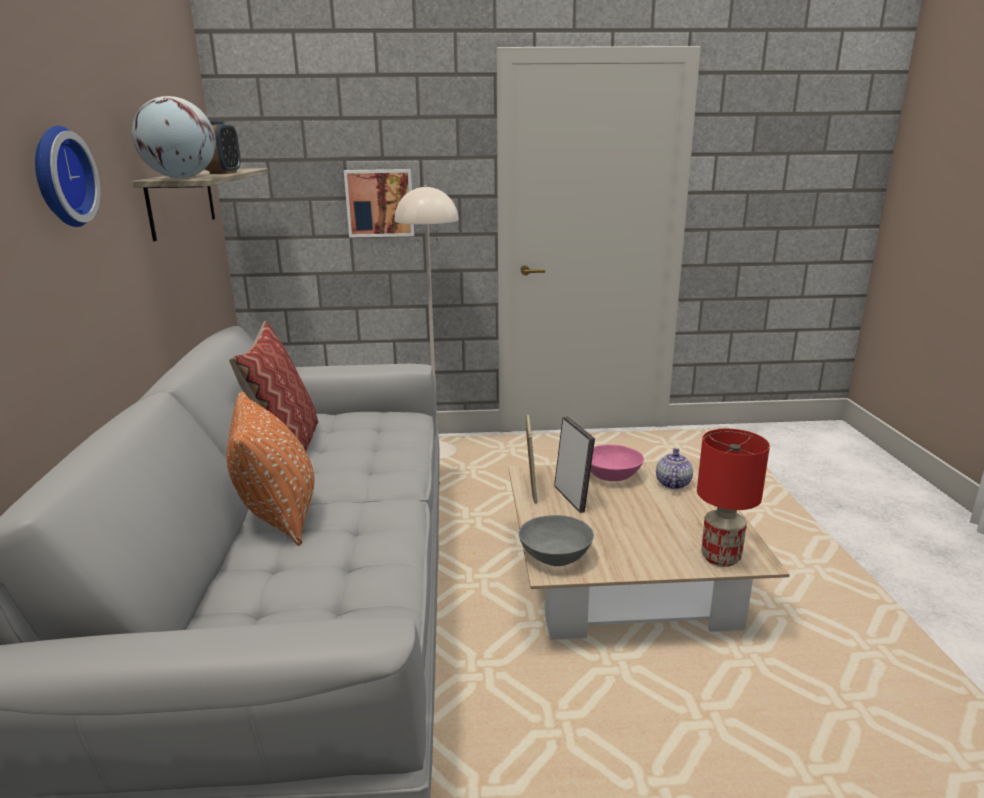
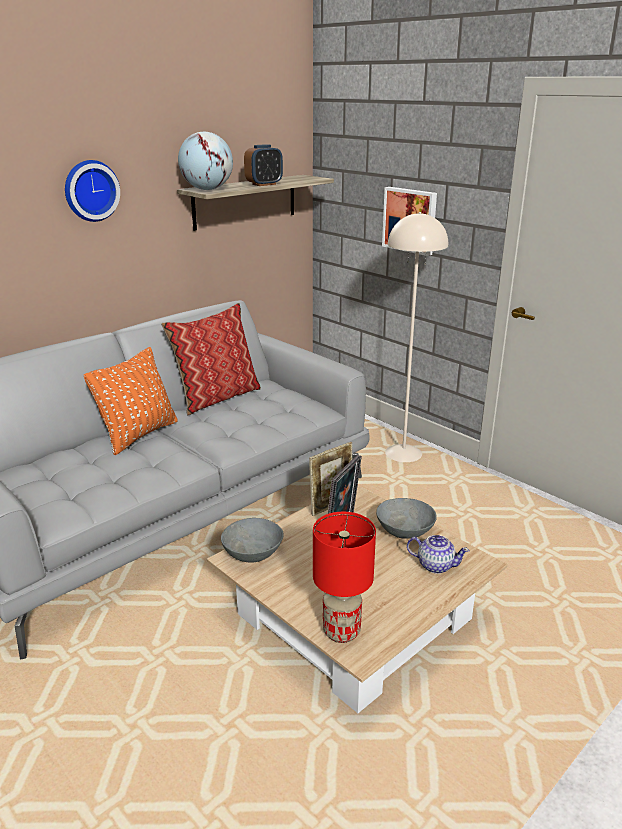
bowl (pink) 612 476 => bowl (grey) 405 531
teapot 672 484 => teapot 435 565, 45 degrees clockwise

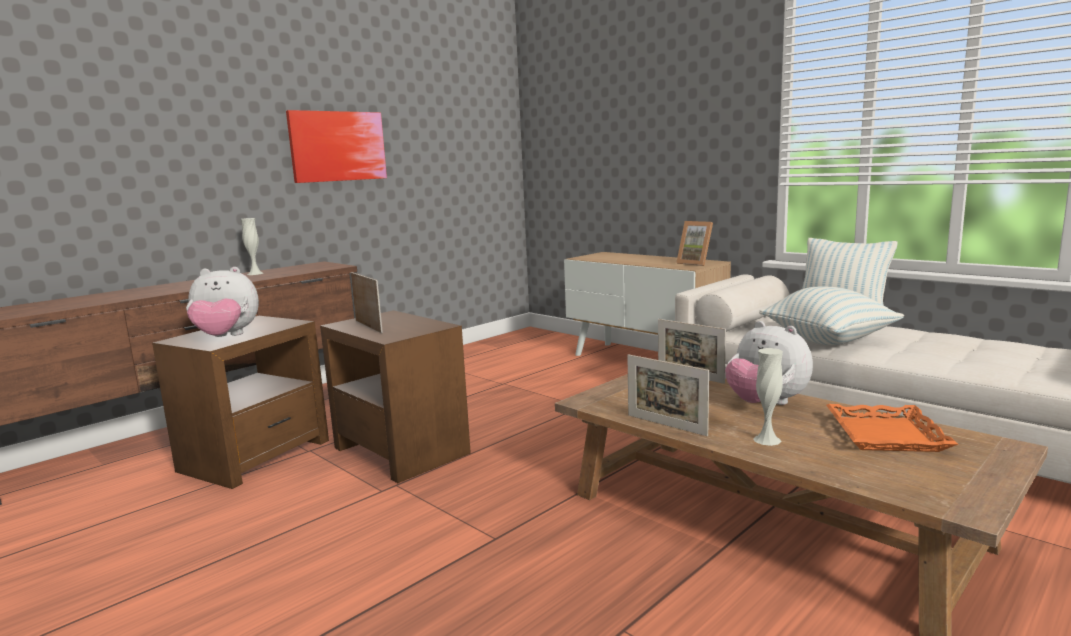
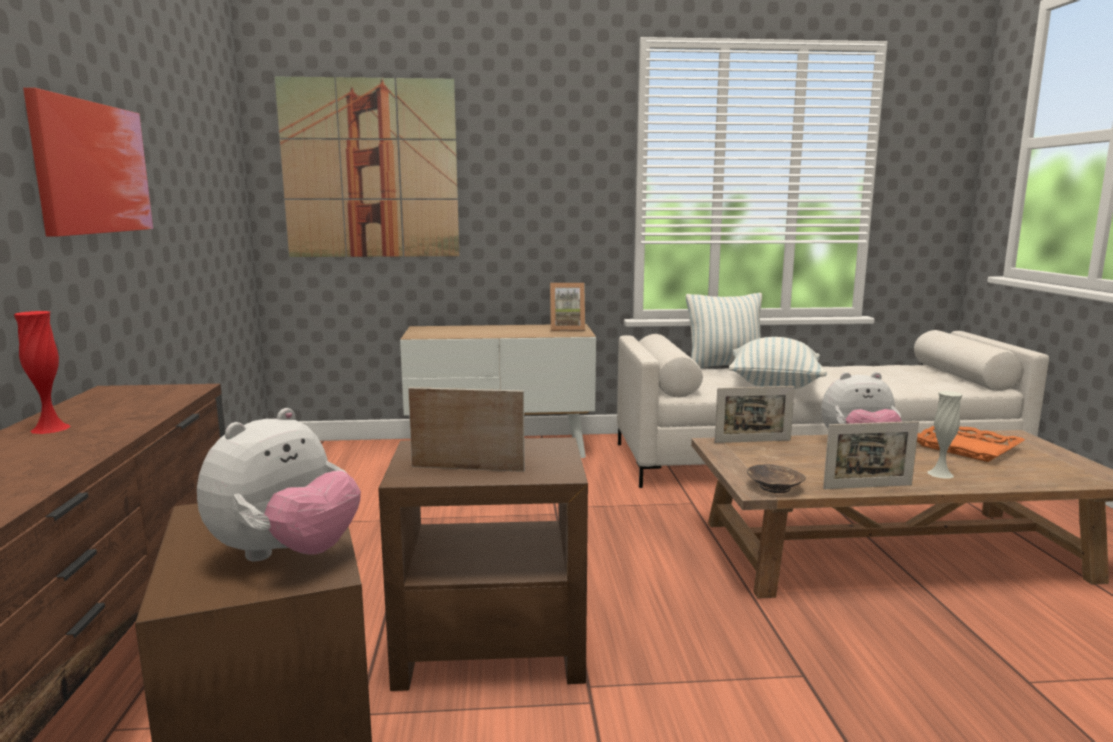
vase (white) 255 273 => vase (reddish) 50 428
nothing => picture 370 169
nothing => bowl (brownish) 774 487

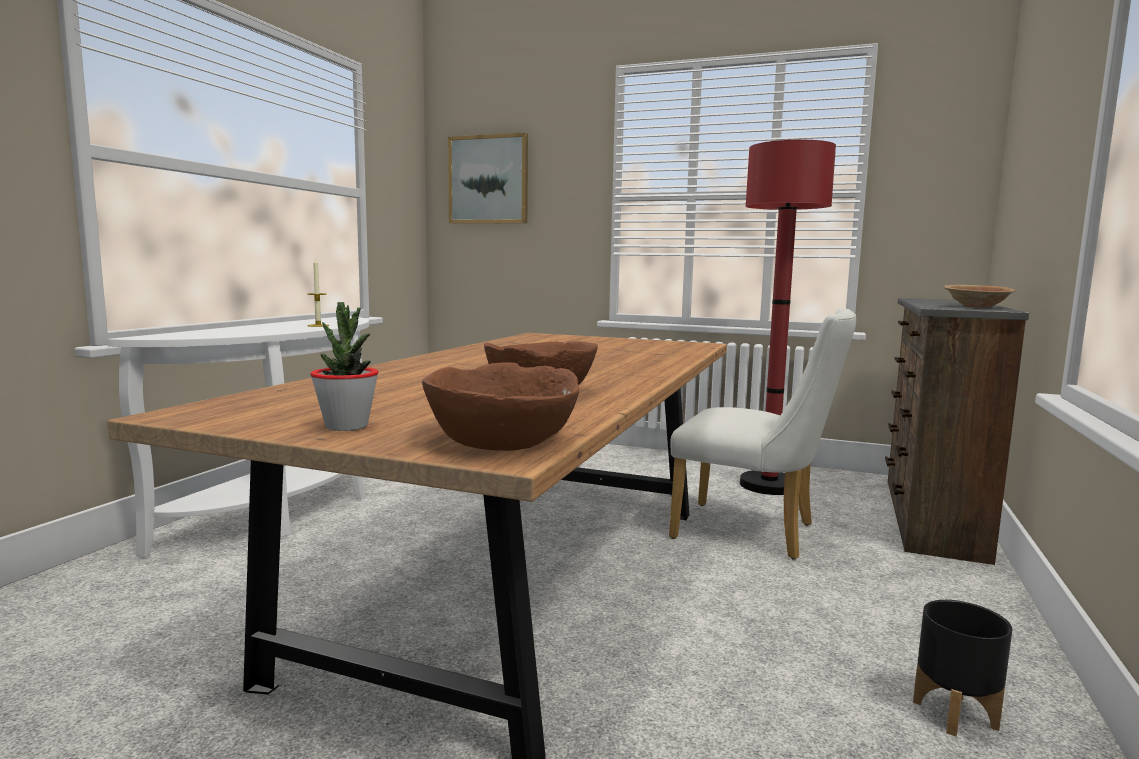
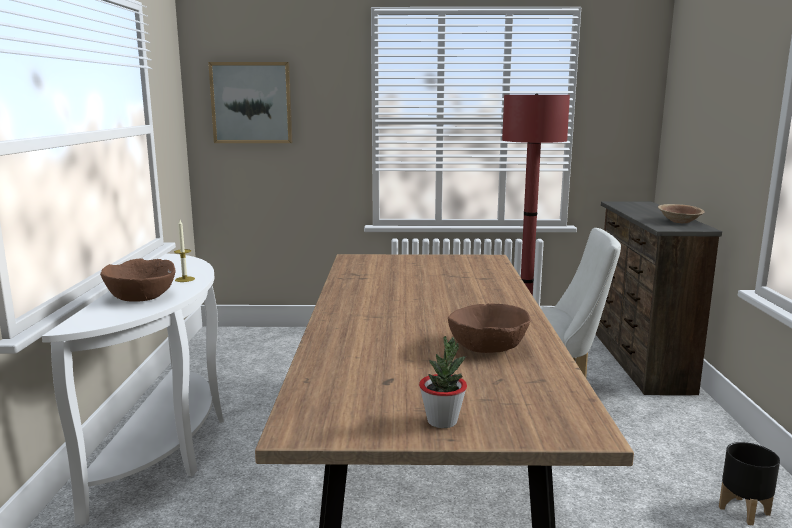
bowl (brownish) 503 441 => bowl (brownish) 141 296, moved

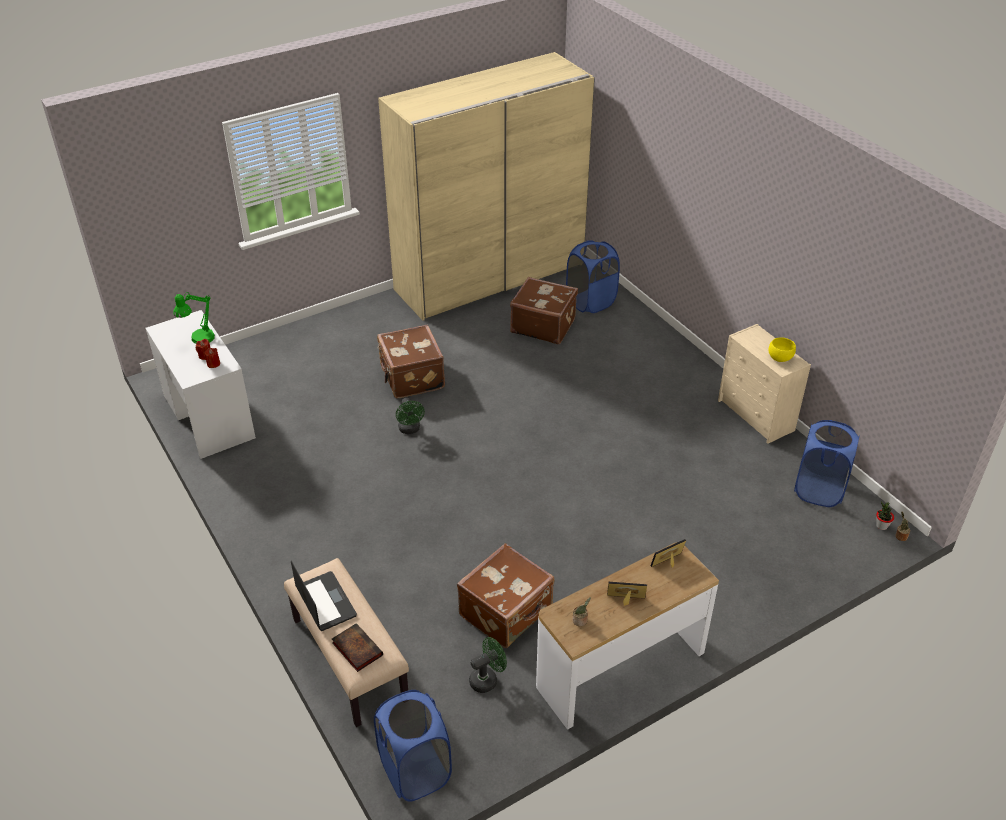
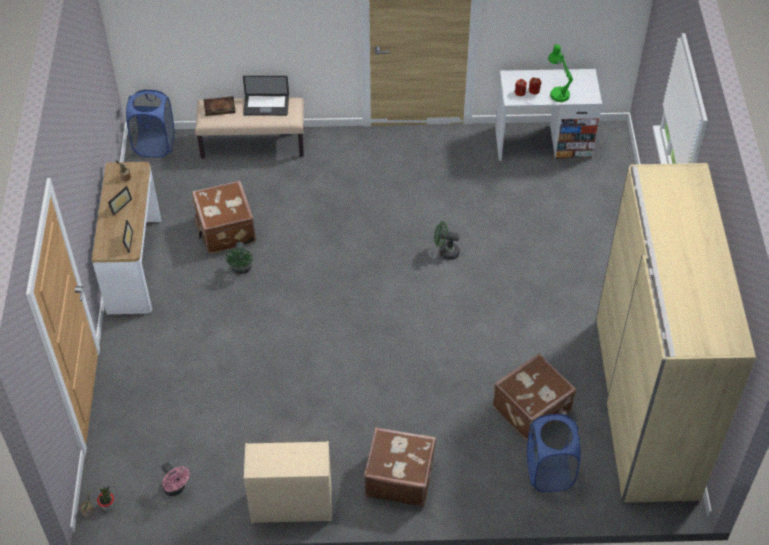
piece of luggage (brownish) 411 378 => piece of luggage (brownish) 399 477, moved
bowl (yellow-coloured) 780 358 => nothing
washing basket (bluish) 818 490 => cooling fan (pink) 175 489
cooling fan (green) 487 679 => cooling fan (green) 241 269, moved

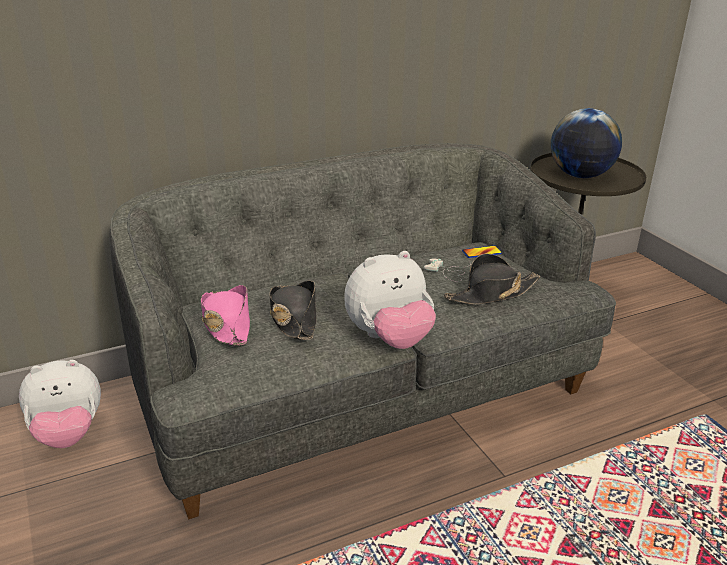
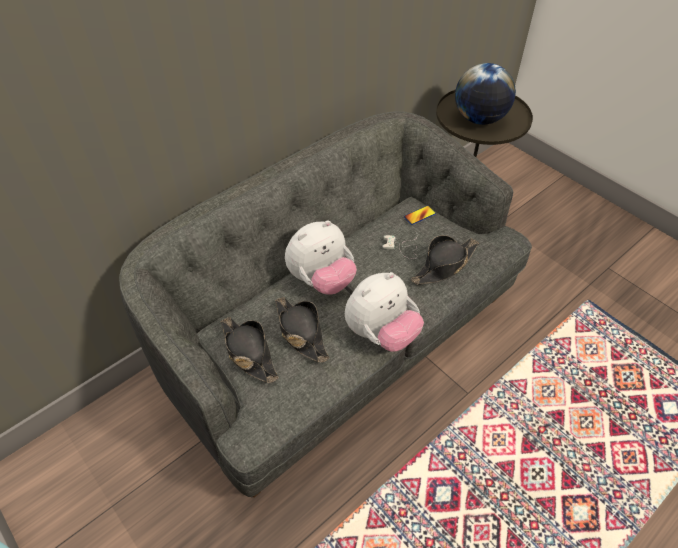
clothing hat (pink) 227 324 => clothing hat (black) 248 352
plush toy 68 434 => plush toy 321 280, moved

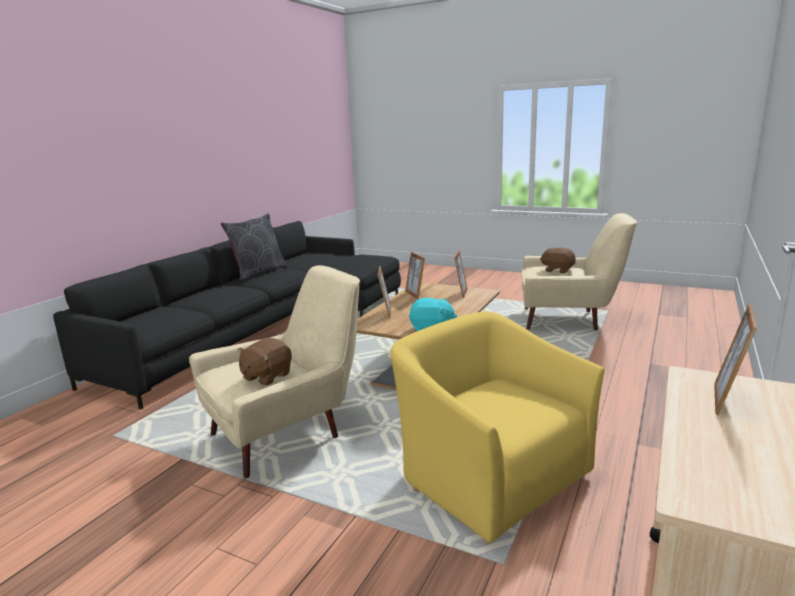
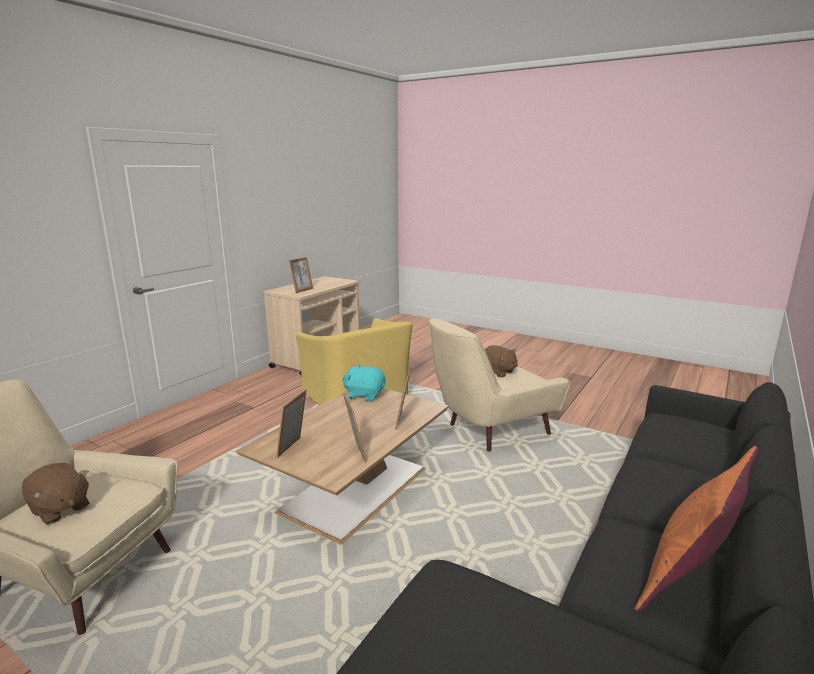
cushion (grey) 258 272 => cushion (orangey) 686 582
plush toy (brownish) 266 376 => plush toy (brownish) 497 372, 90 degrees clockwise

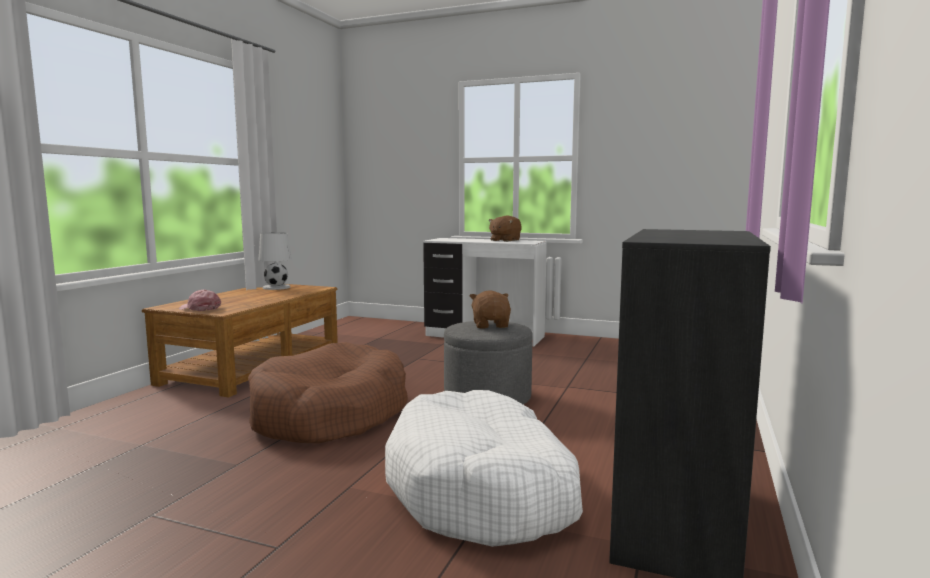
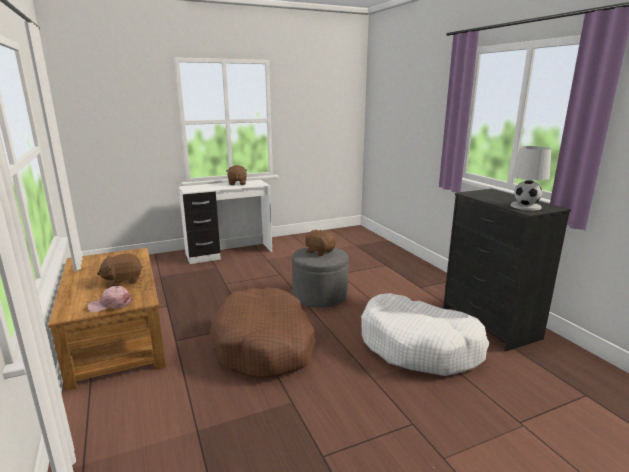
lamp for a table (white) 276 287 => lamp for a table (white) 525 206, moved
nothing => plush toy (brownish) 123 281

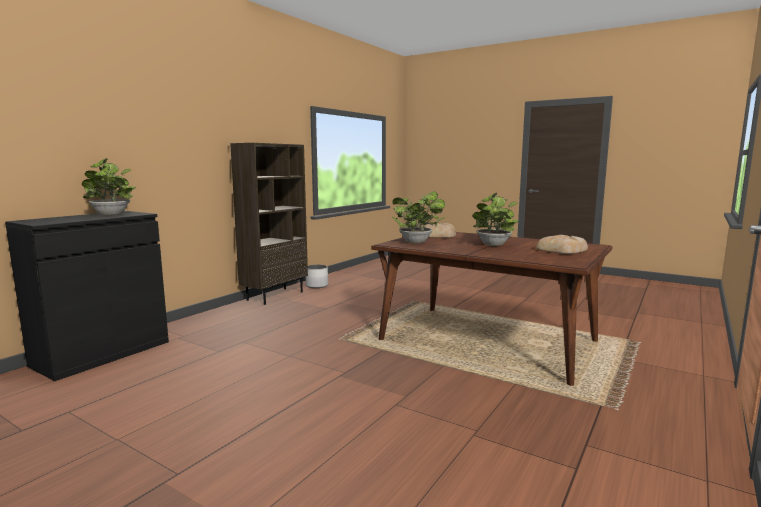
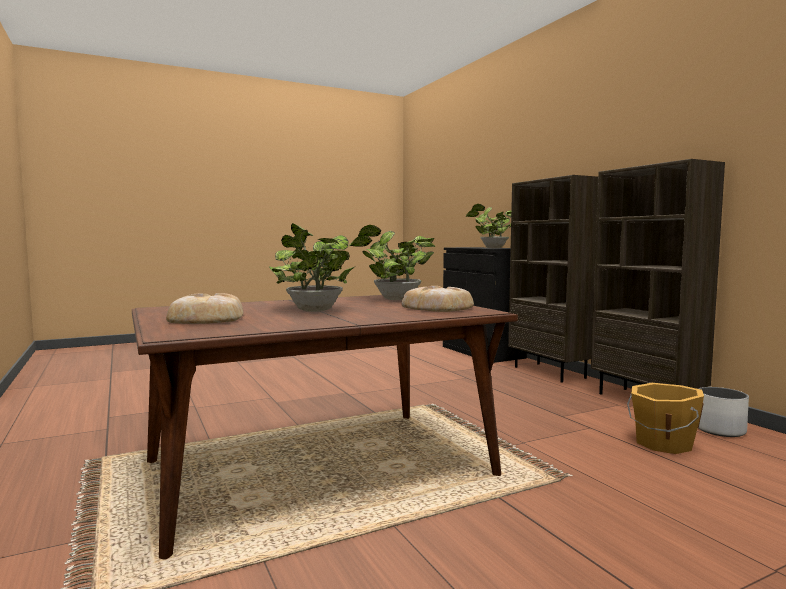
nothing => bookshelf (brownish) 550 372
nothing => pail (orangey) 662 443

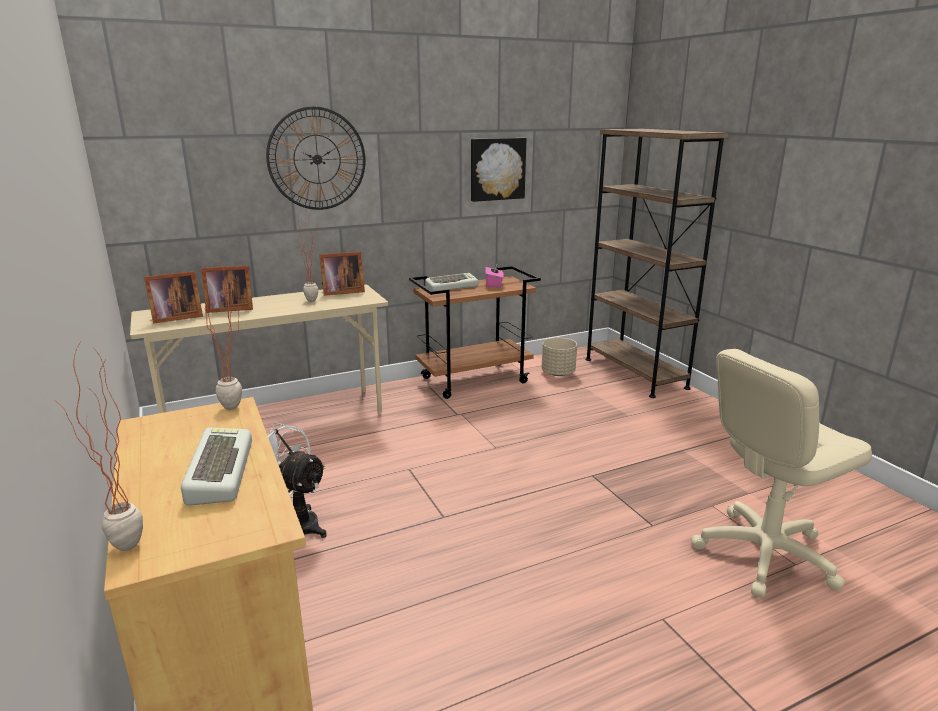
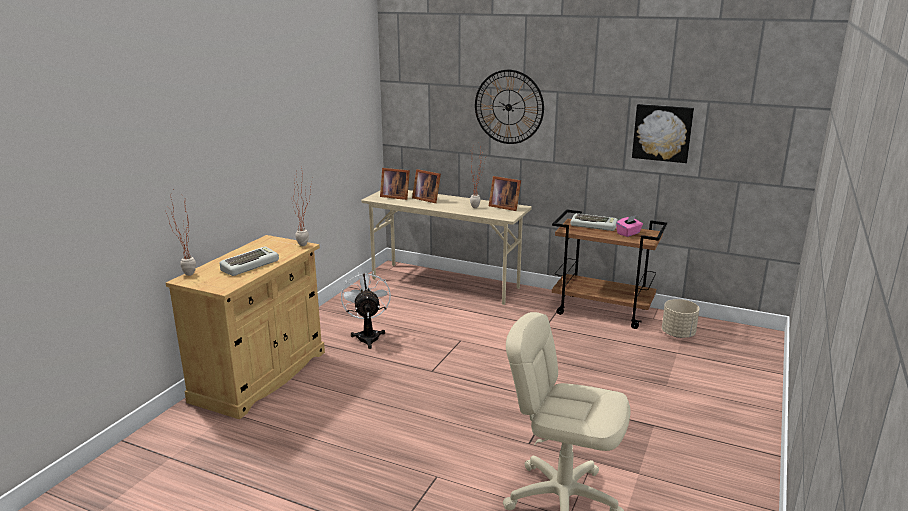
bookshelf (brownish) 635 373 => nothing

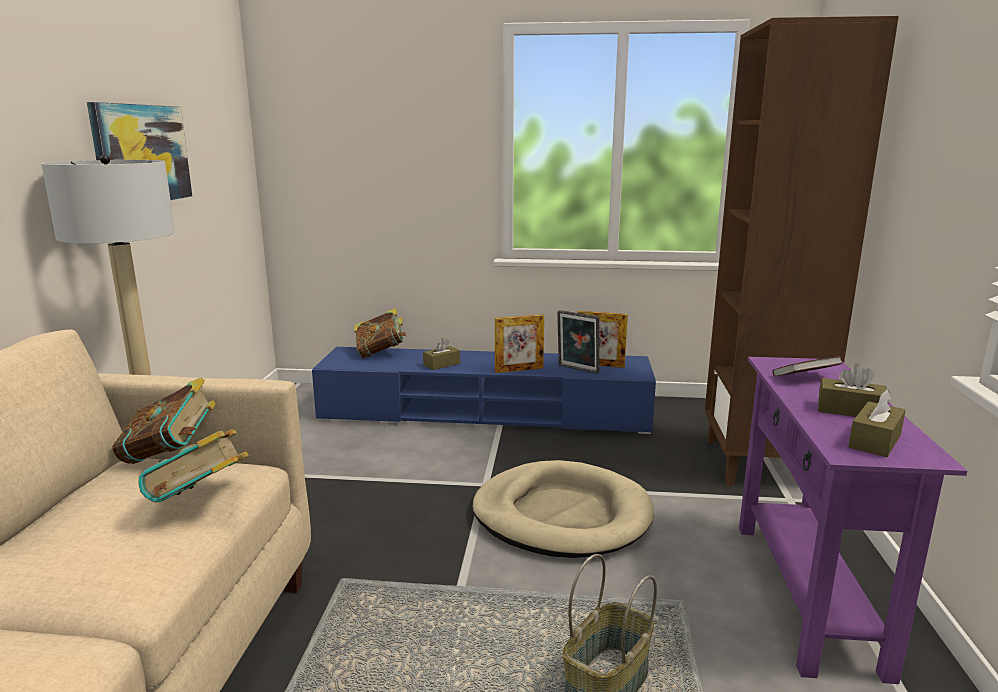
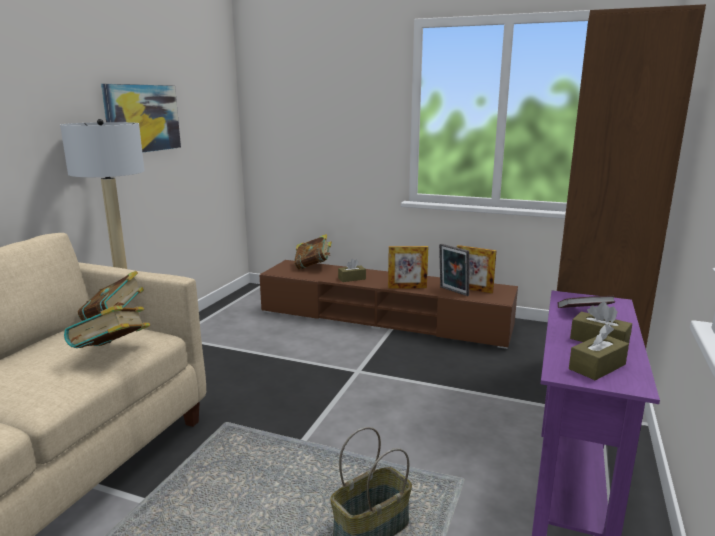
tv unit (bluish) 485 413 => tv unit (brownish) 384 319
pet bed (sand-coloured) 561 515 => nothing

